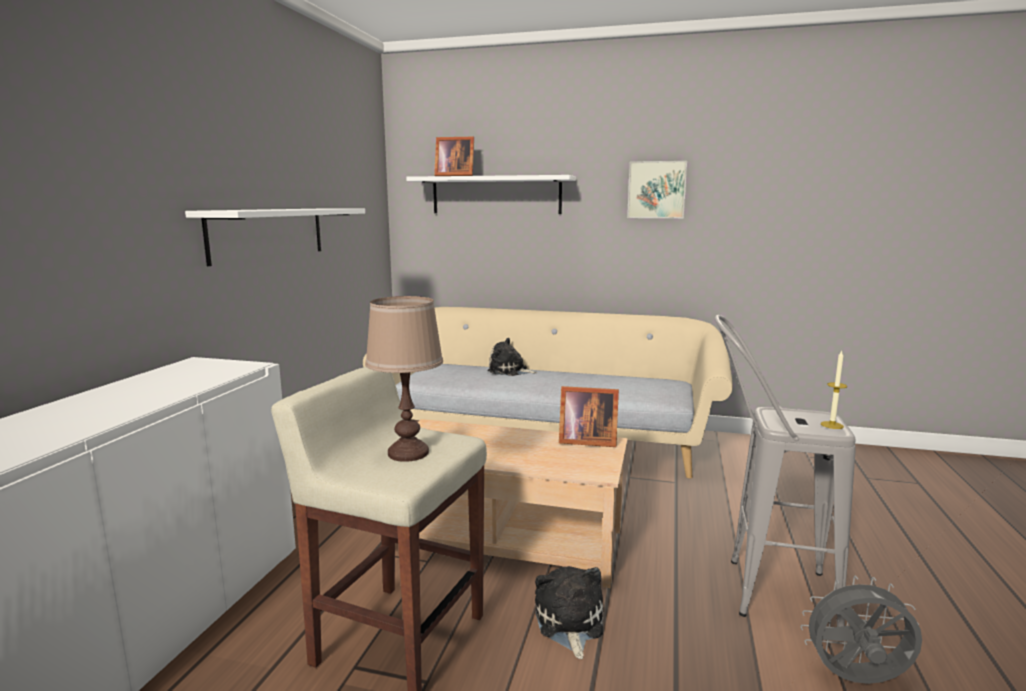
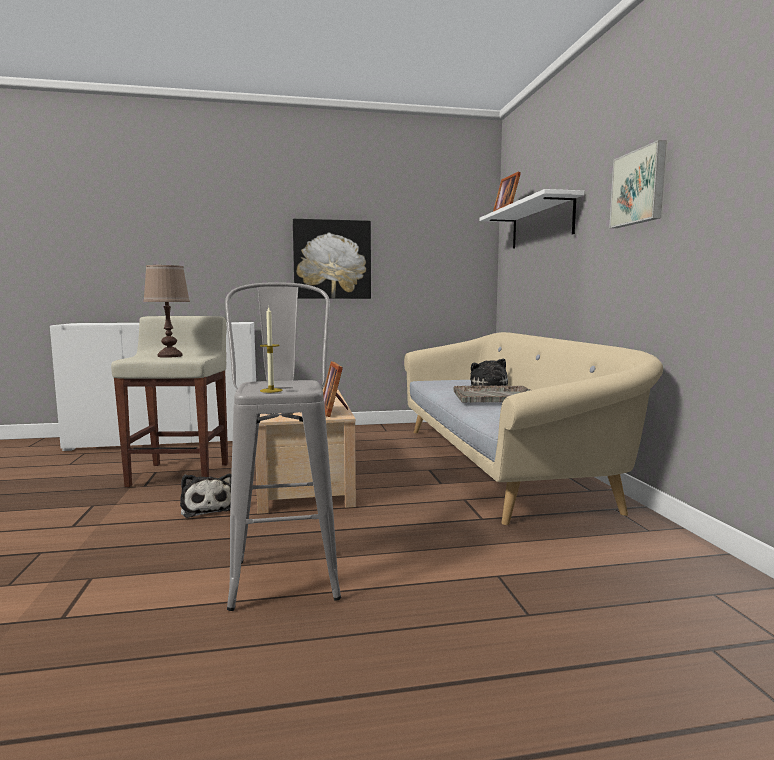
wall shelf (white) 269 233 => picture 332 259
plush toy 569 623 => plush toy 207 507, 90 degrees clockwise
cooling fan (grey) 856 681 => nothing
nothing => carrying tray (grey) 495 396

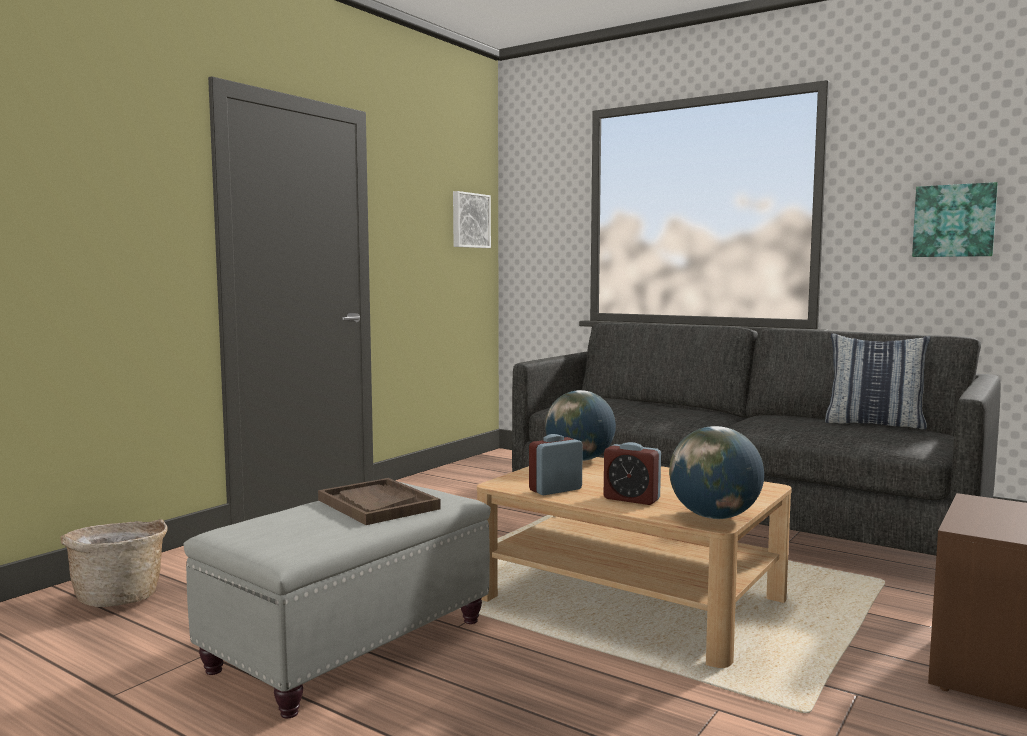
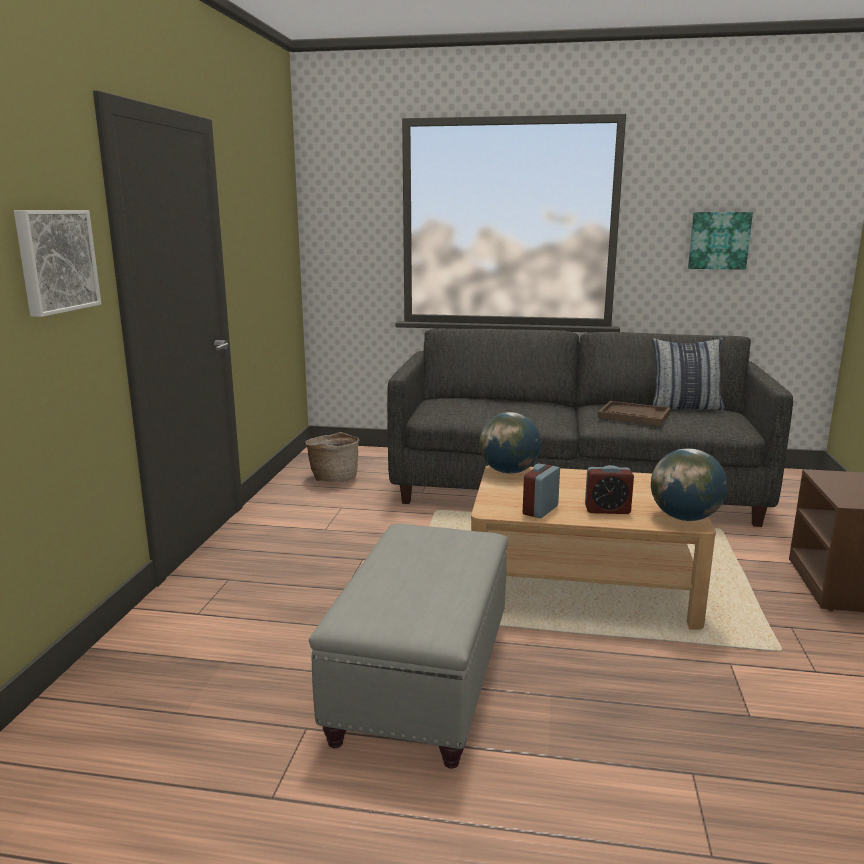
picture 469 220 => picture 55 261, moved
carrying tray (brownish) 377 504 => carrying tray (brownish) 633 415, moved
household basket 120 597 => household basket 334 478, moved

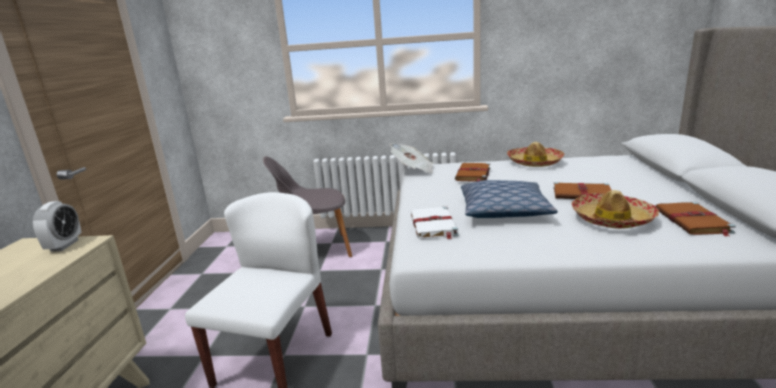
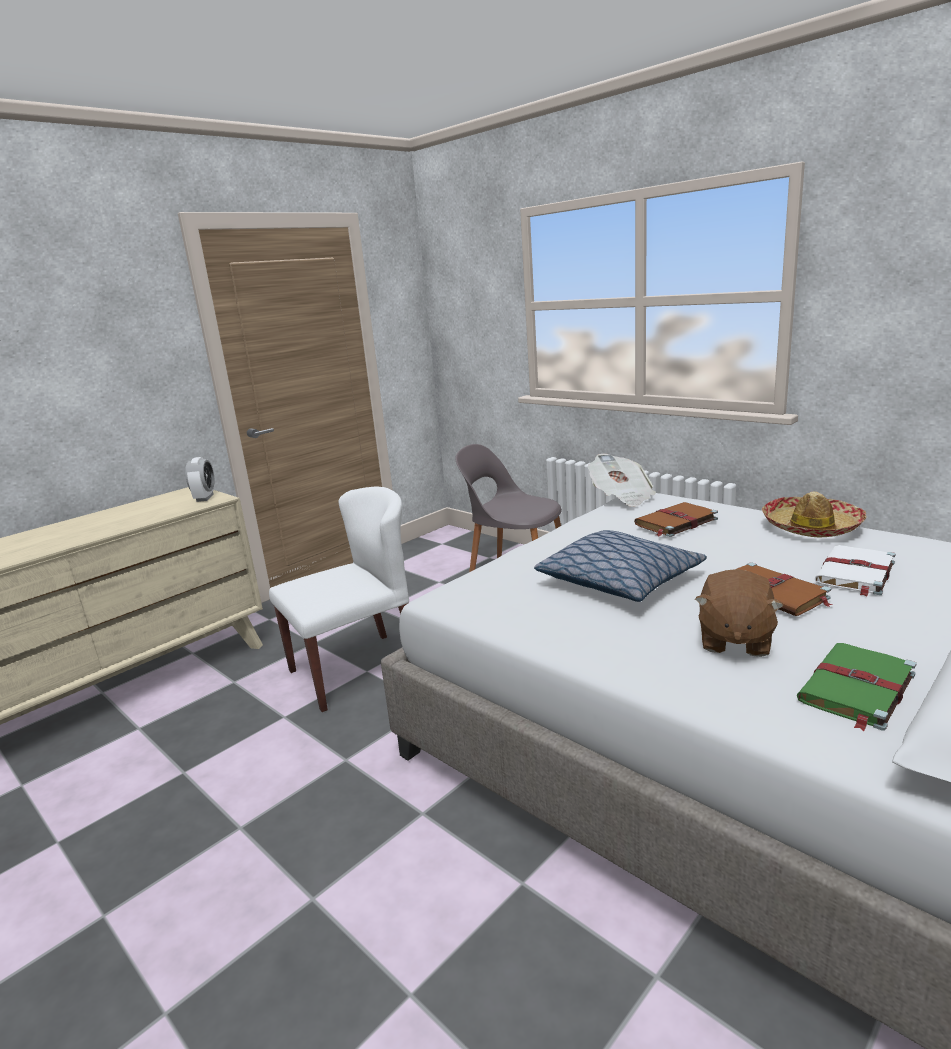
clothing hat 612 219 => plush toy (brownish) 734 640
bedside clock 64 245 => bedside clock 205 498, 45 degrees counterclockwise
bound book (brownish) 693 221 => bound book (green) 856 689
bound book (white) 433 225 => bound book (white) 855 573, moved

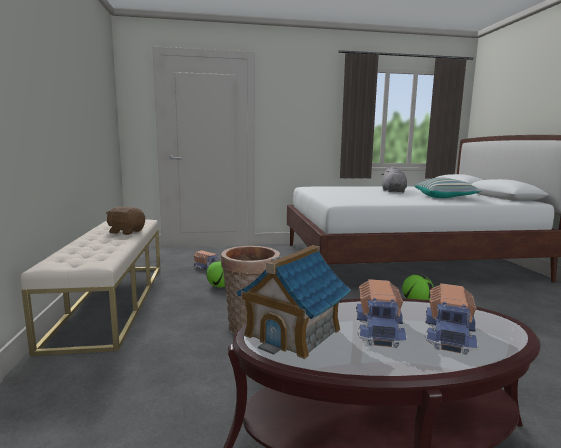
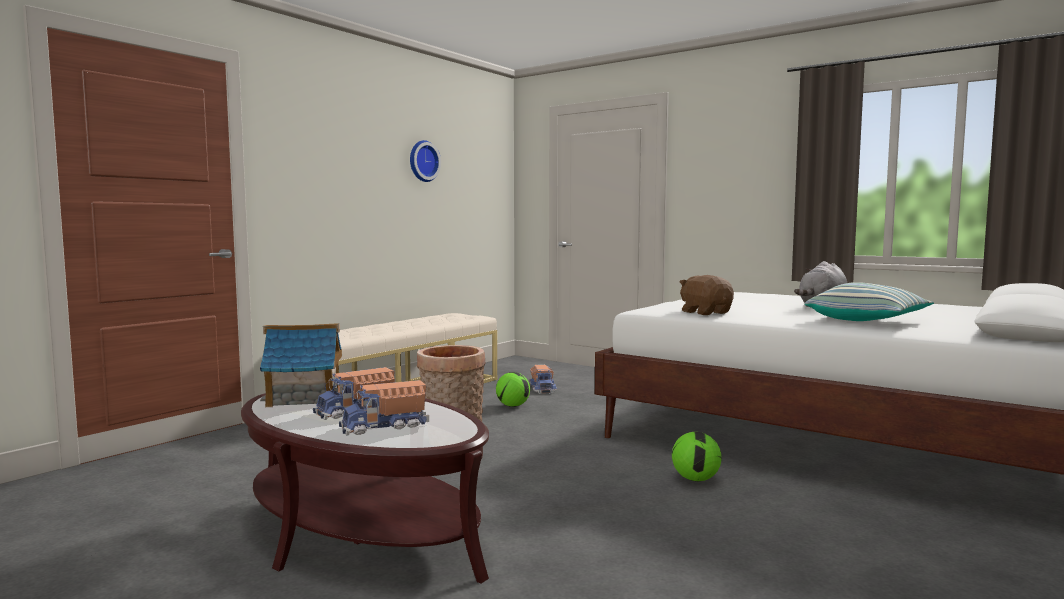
plush toy (brownish) 126 232 => plush toy (brownish) 705 312, moved
nothing => hanging clock 422 161

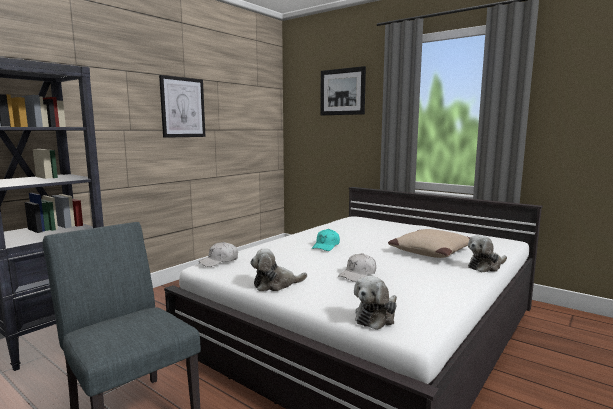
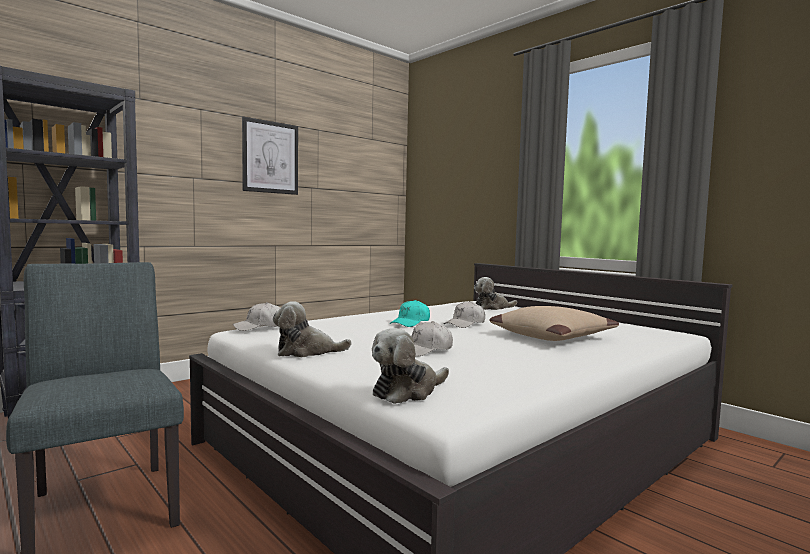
picture 342 92 => nothing
plush toy 485 266 => plush toy 492 308, moved
nothing => baseball cap (white) 465 324

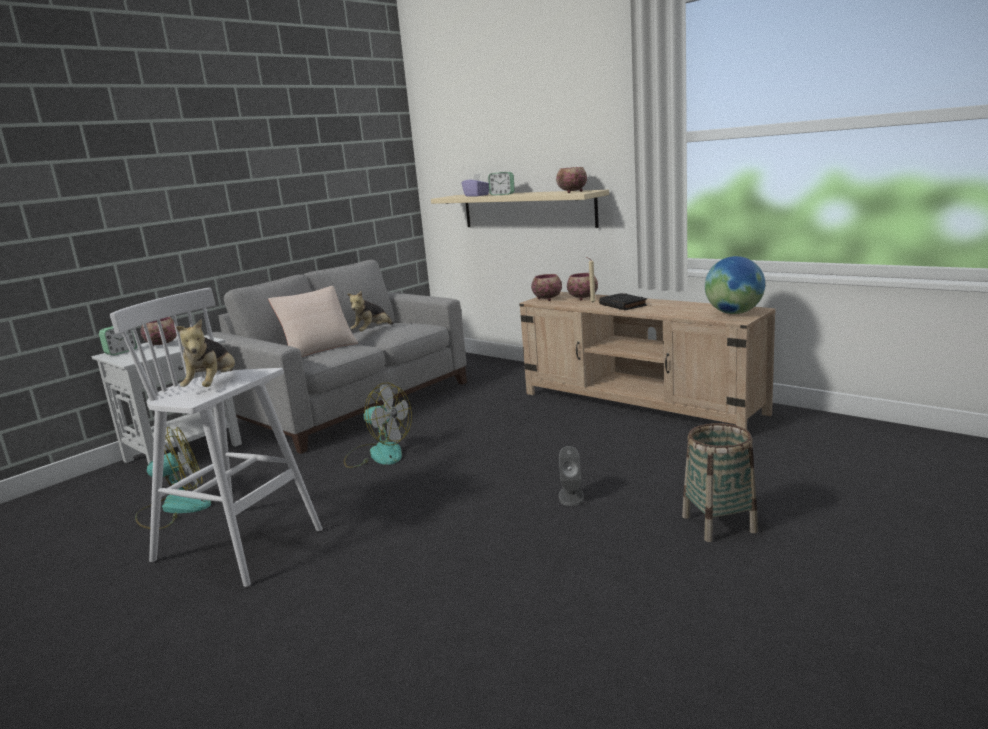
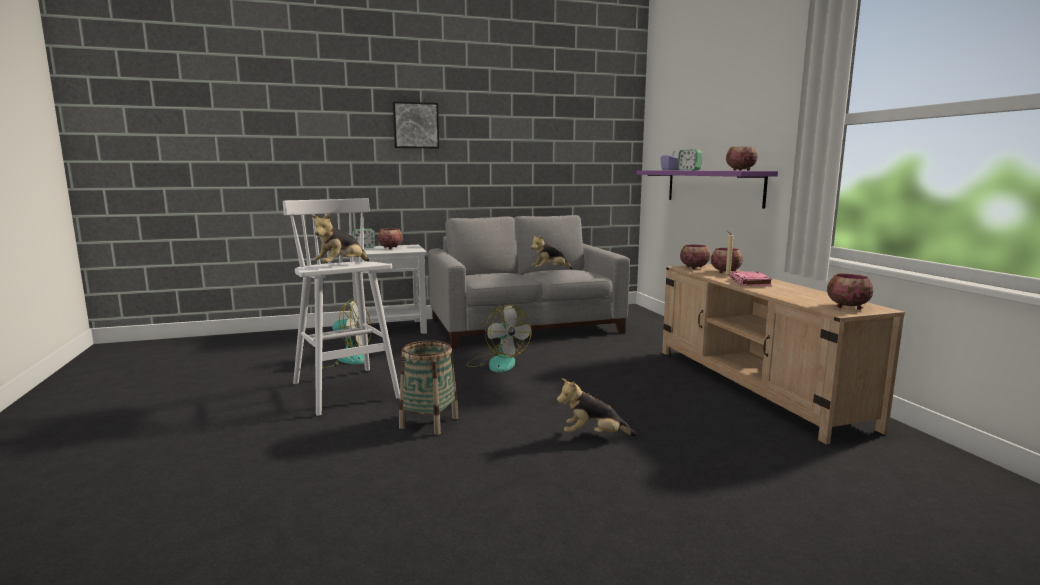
wall shelf (sand-coloured) 527 210 => wall shelf (purplish) 712 187
globe 733 313 => bowl 847 307
cushion (sand-coloured) 318 348 => nothing
bound book (black) 623 305 => bound book (pink) 750 282
household basket 718 524 => household basket 429 422, moved
audio speaker (grey) 571 496 => plush toy 594 436
nothing => picture 416 125

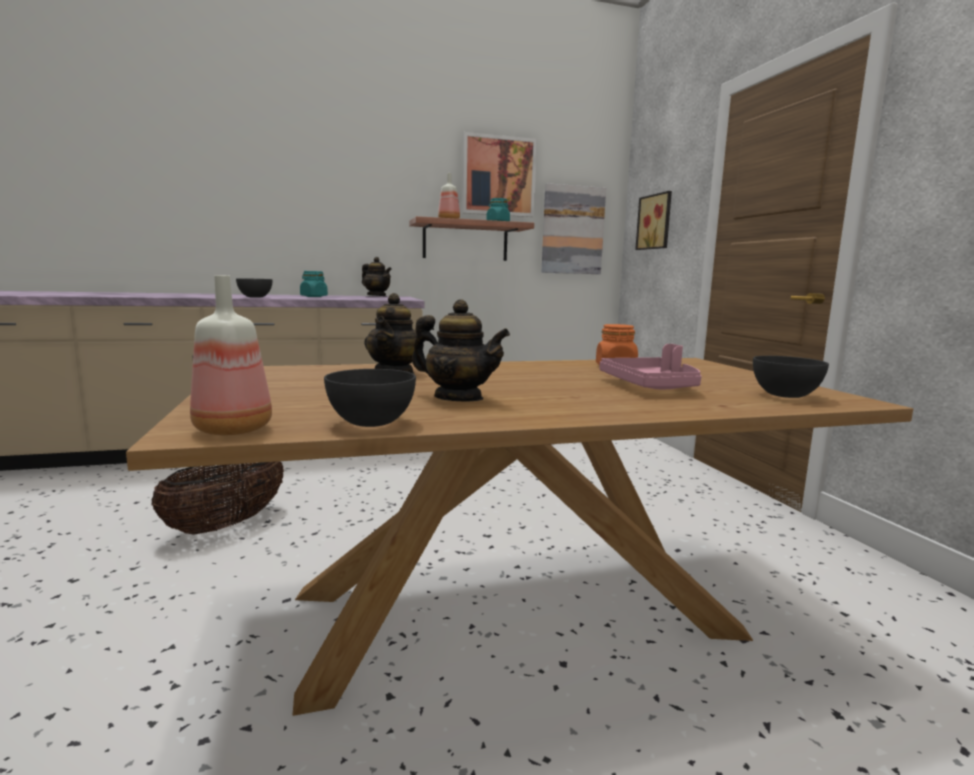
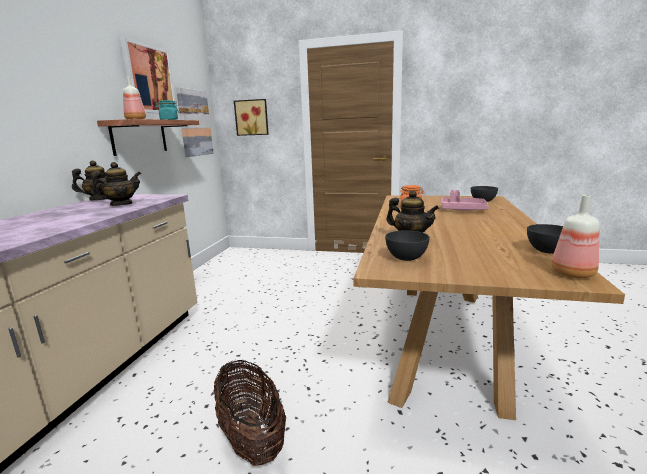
jar (turquoise) 313 296 => nothing
bowl (grey) 255 297 => bowl (grey) 406 258, moved
teapot 458 398 => teapot 121 204, moved

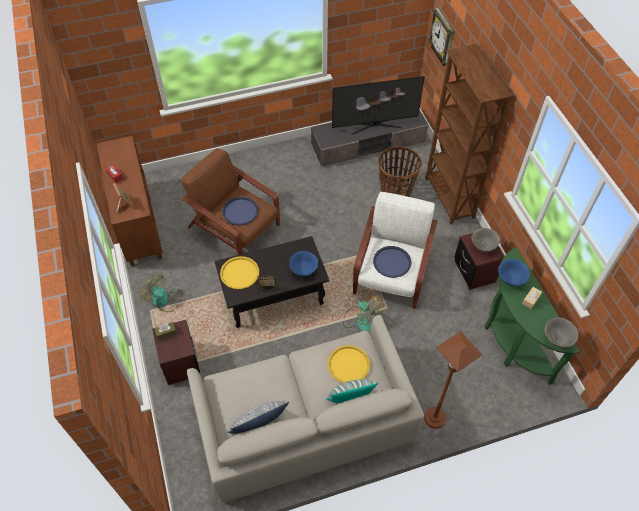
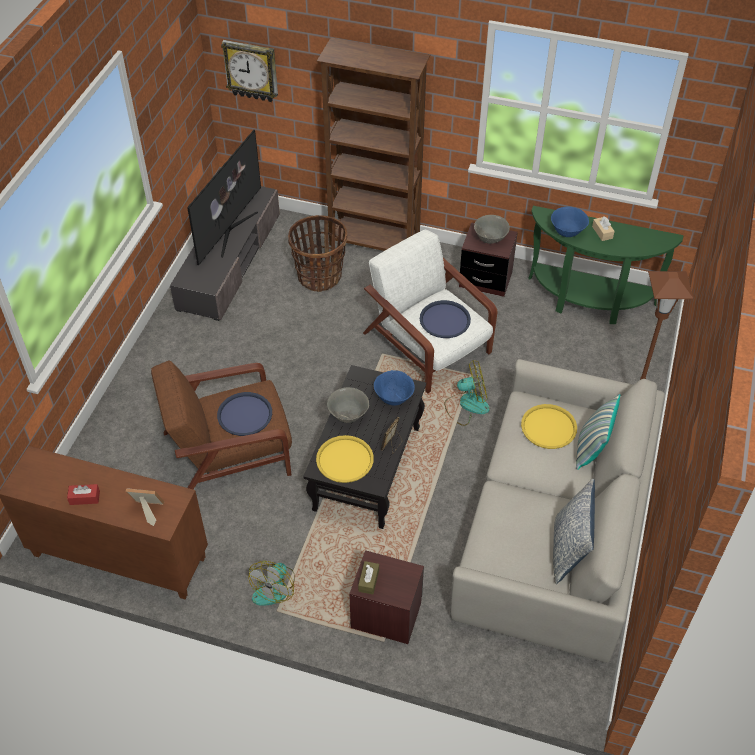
cooling fan 164 300 => cooling fan 274 587, 45 degrees counterclockwise
bowl (grey) 557 339 => bowl (grey) 348 415, moved

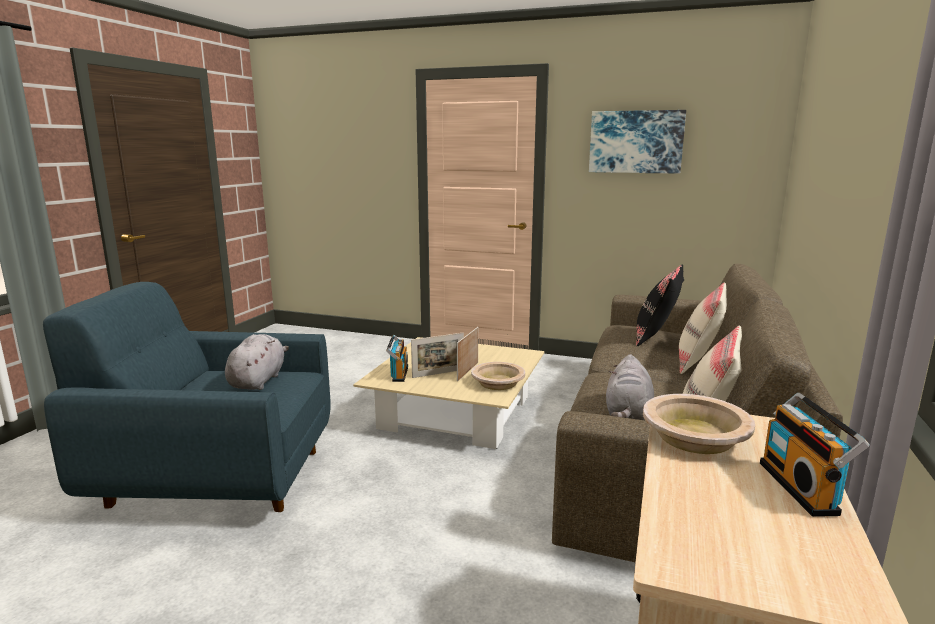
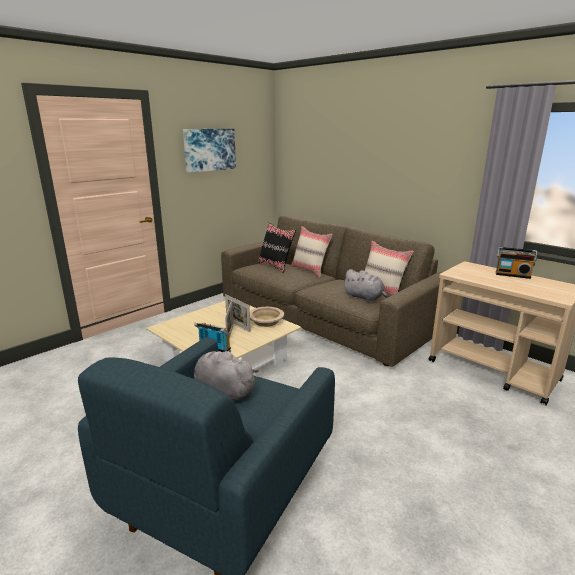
bowl (sand-coloured) 694 436 => nothing

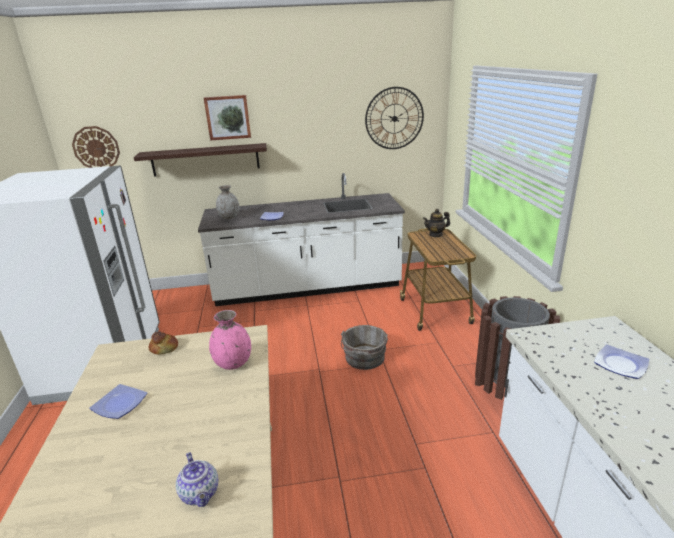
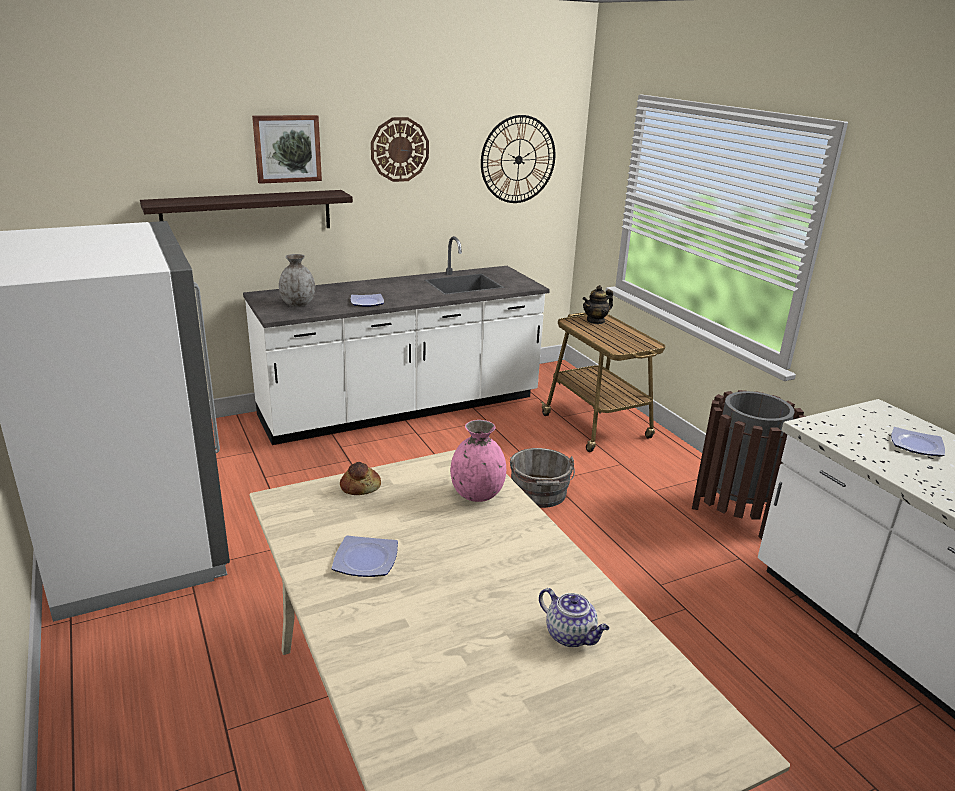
hanging clock 96 148 => hanging clock 399 149, moved

